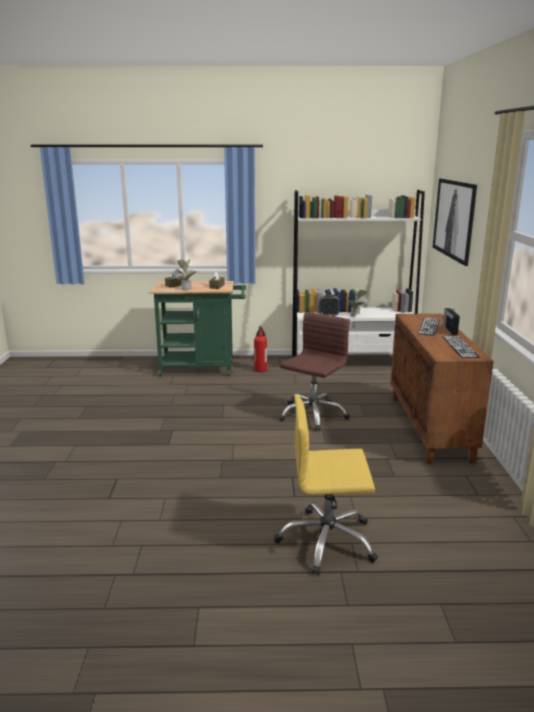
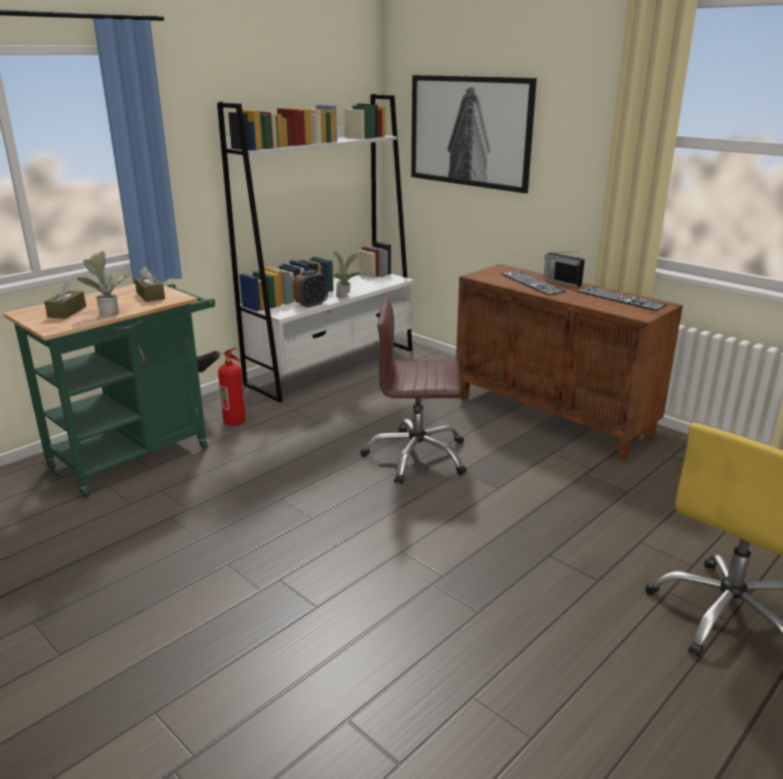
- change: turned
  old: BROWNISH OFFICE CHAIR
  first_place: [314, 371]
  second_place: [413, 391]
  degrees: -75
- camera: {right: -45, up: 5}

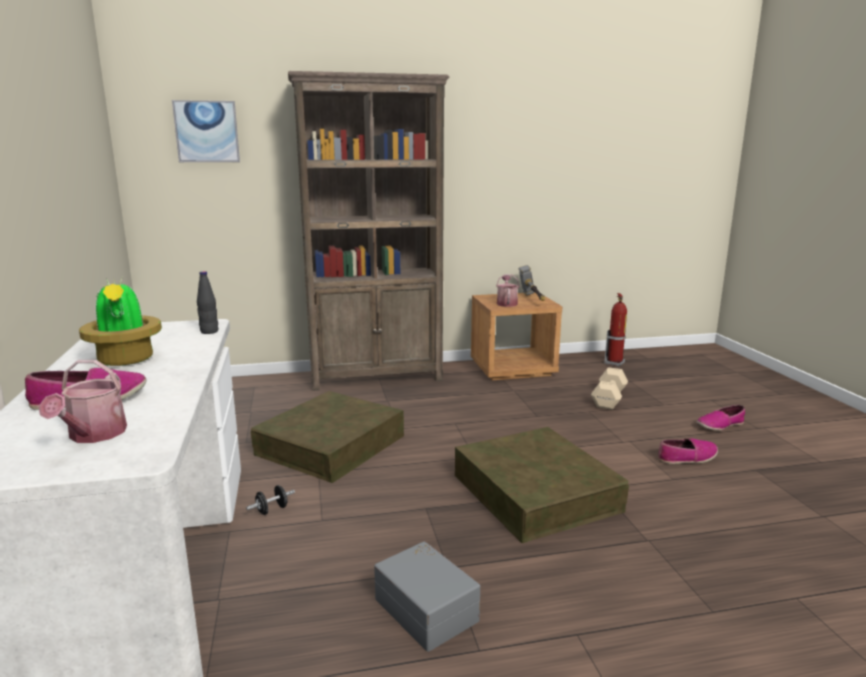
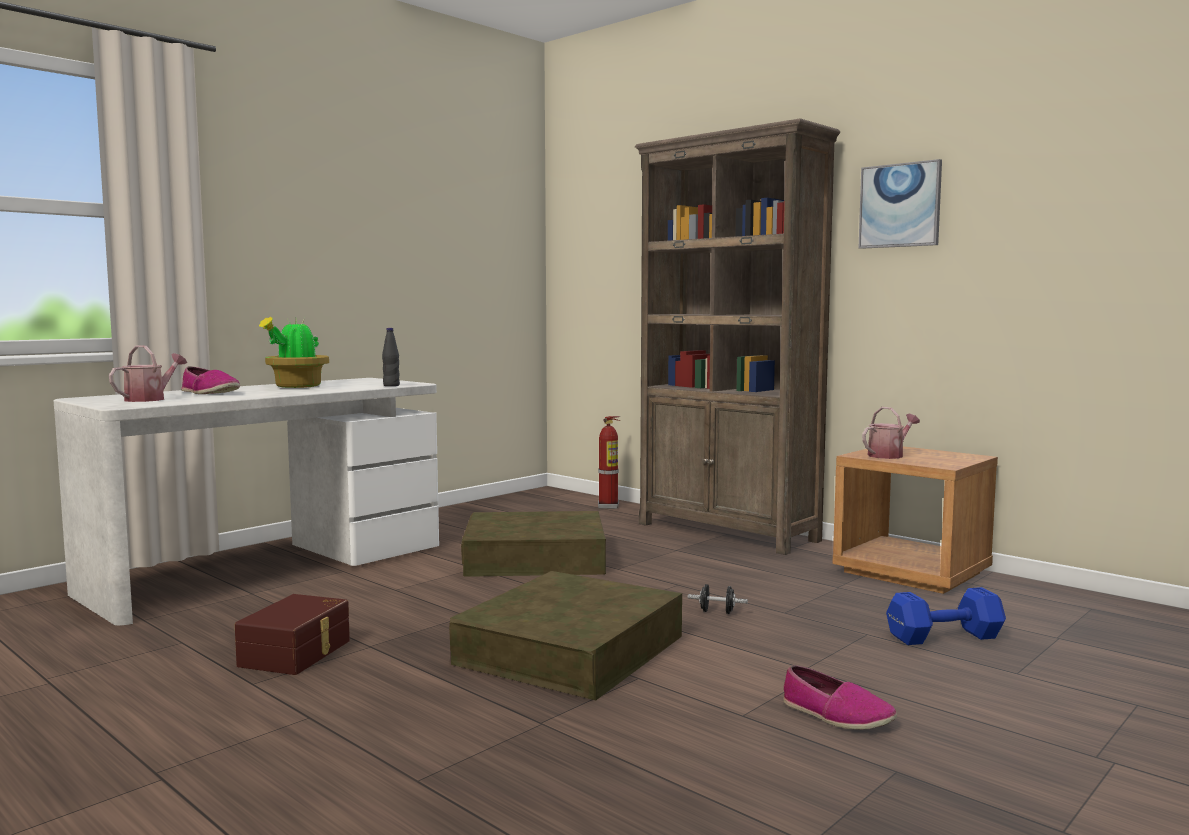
- change: removed
  old: HAMMER
  first_place: [532, 283]
- change: removed
  old: SHOE
  first_place: [721, 418]
- change: moved
  old: WALL ART
  first_place: [206, 131]
  second_place: [900, 204]
- change: moved
  old: BLACK DUMBBELL
  first_place: [270, 500]
  second_place: [718, 599]
- change: moved
  old: FIRE-FIGHTING CYLINDER
  first_place: [615, 330]
  second_place: [609, 462]
- change: recoloured
  old: GRAY STORAGE BIN
  new: BROWNISH STORAGE BIN
  first_place: [427, 596]
  second_place: [292, 634]
- change: recoloured
  old: BEIGE-COLOURED DUMBBELL
  new: BLUE-COLOURED DUMBBELL
  first_place: [609, 388]
  second_place: [946, 616]
- change: turned
  old: SPRINKLING CAN
  first_place: [83, 401]
  second_place: [148, 373]
  degrees: 150
- camera: {right: 55, up: -10}

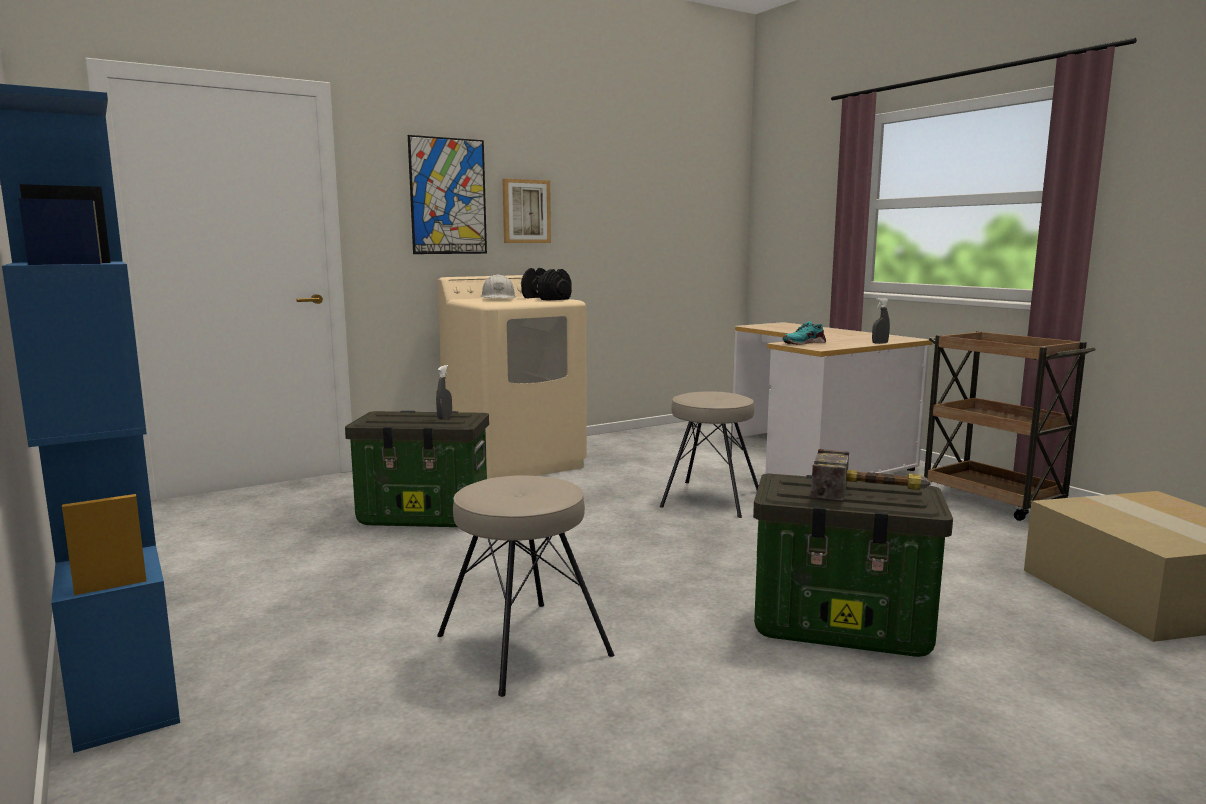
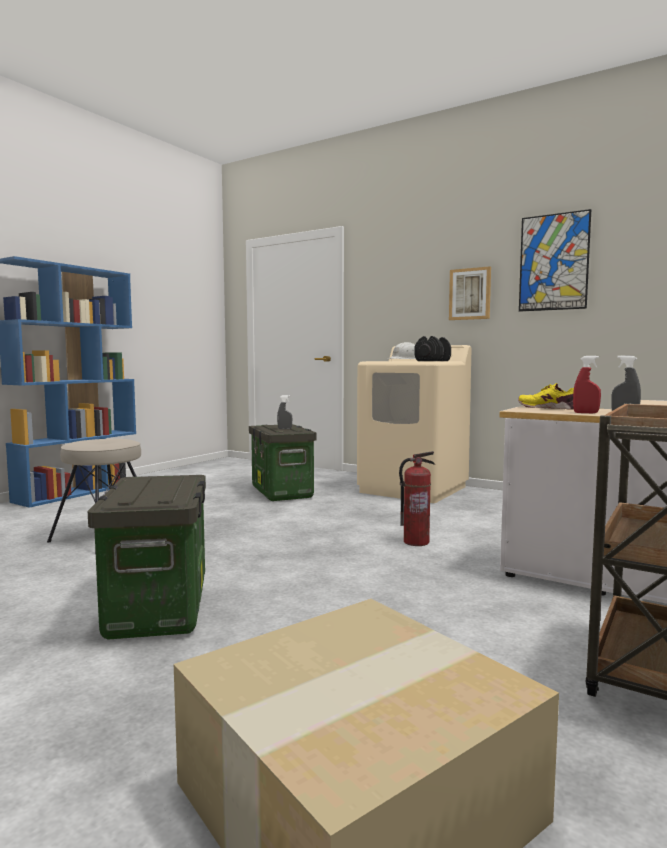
- change: removed
  old: HAMMER
  first_place: [871, 474]
- change: added
  new: REDDISH HAND SPRAYER
  second_place: [587, 384]
- change: moved
  old: WALL ART
  first_place: [447, 194]
  second_place: [555, 260]
- change: replaced
  old: BEIGE-COLOURED STOOL SEAT
  new: FIRE-FIGHTING CYLINDER
  first_place: [709, 454]
  second_place: [417, 498]
- change: recoloured
  old: TURQUOISE SHOE
  new: YELLOW-COLOURED SHOE
  first_place: [804, 333]
  second_place: [546, 396]
- camera: {right: 65, up: -5}

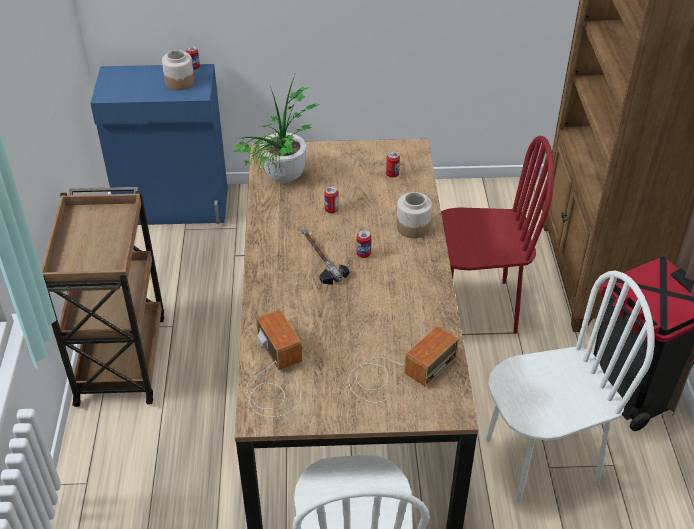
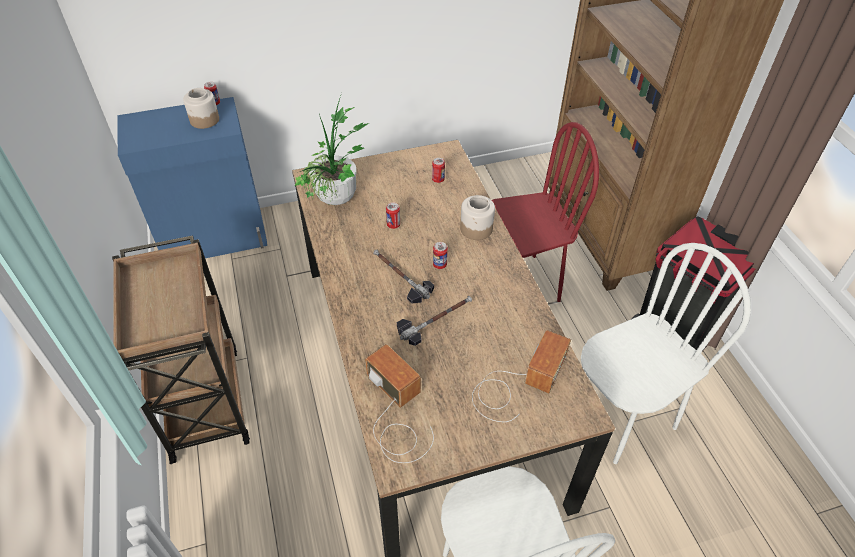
- change: added
  new: HAMMER
  second_place: [434, 321]
- camera: {right: -15, up: 5}

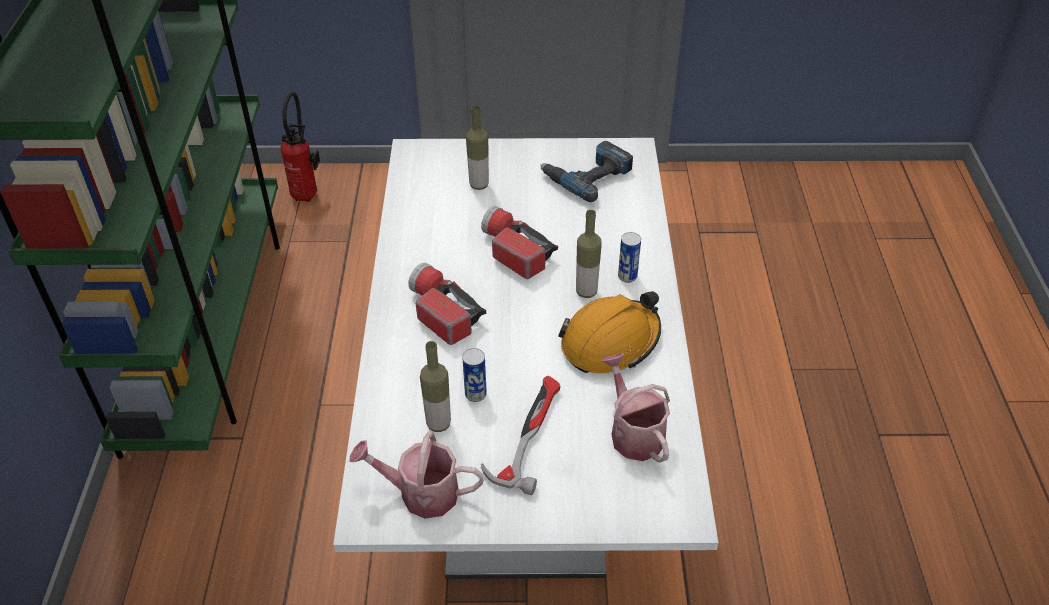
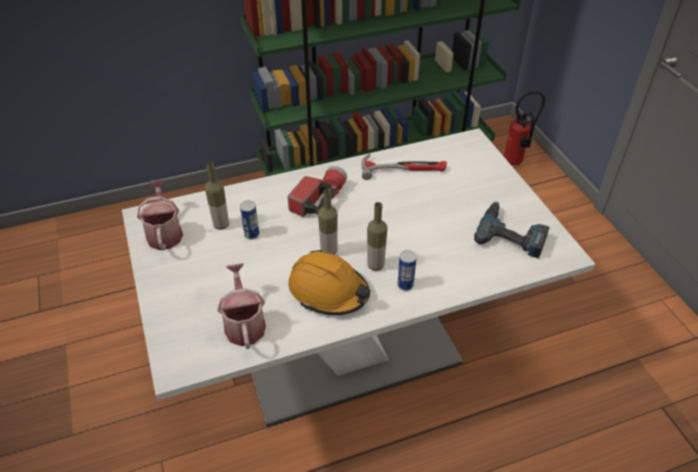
- change: removed
  old: HAND TORCH
  first_place: [519, 242]
- change: moved
  old: BOTTLE
  first_place: [477, 147]
  second_place: [328, 221]
- change: moved
  old: HAMMER
  first_place: [520, 435]
  second_place: [404, 167]
- change: turned
  old: SPRINKLING CAN
  first_place: [636, 408]
  second_place: [241, 306]
  degrees: -60
- camera: {right: 70, up: 0}

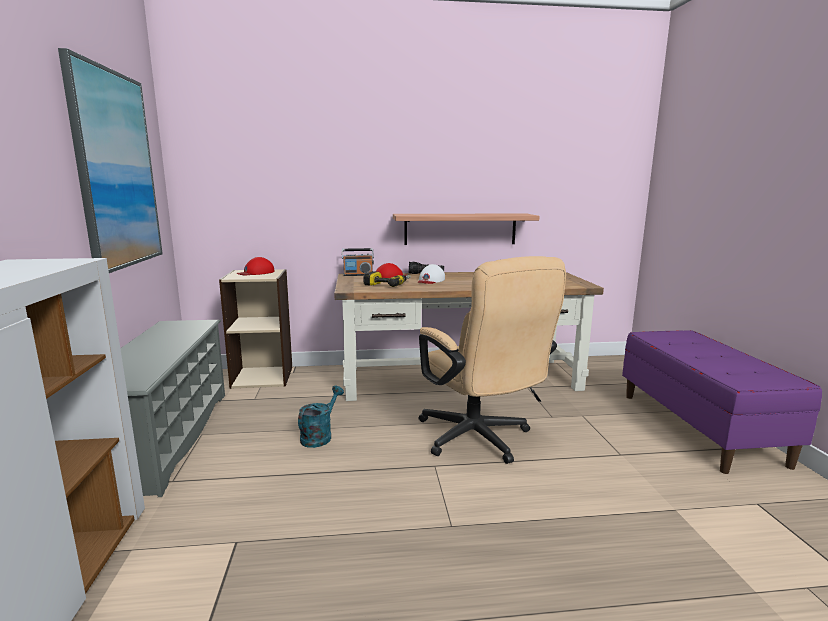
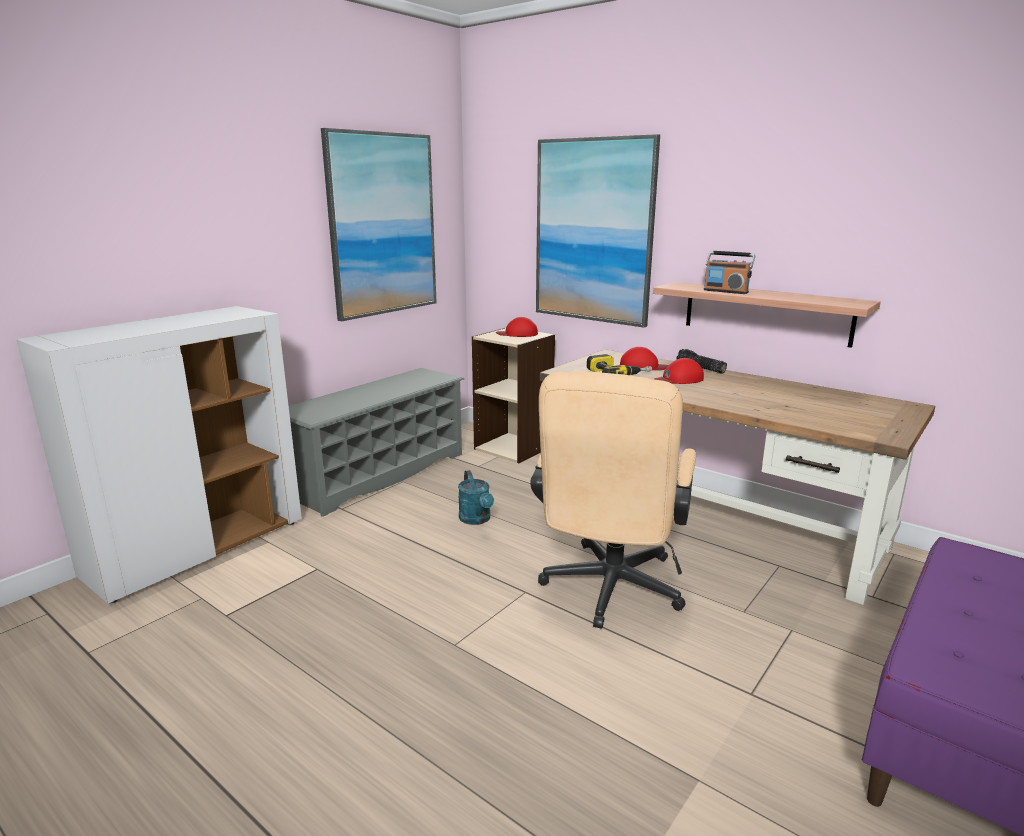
- change: added
  new: WALL ART
  second_place: [598, 231]
- change: moved
  old: RADIO RECEIVER
  first_place: [358, 262]
  second_place: [729, 272]
- change: recoloured
  old: WHITISH BASEBALL CAP
  new: REDDISH BASEBALL CAP
  first_place: [431, 274]
  second_place: [679, 371]
- change: turned
  old: TURQUOISE SPRINKLING CAN
  first_place: [321, 417]
  second_place: [476, 497]
  degrees: 90
- camera: {right: 45, up: 5}

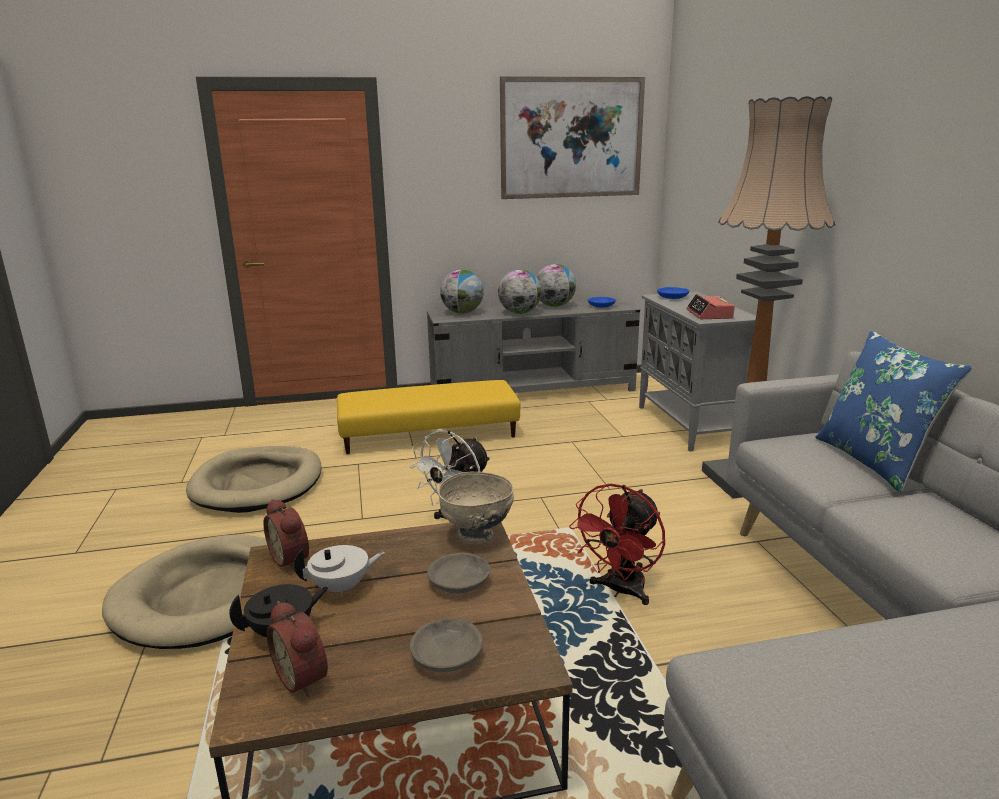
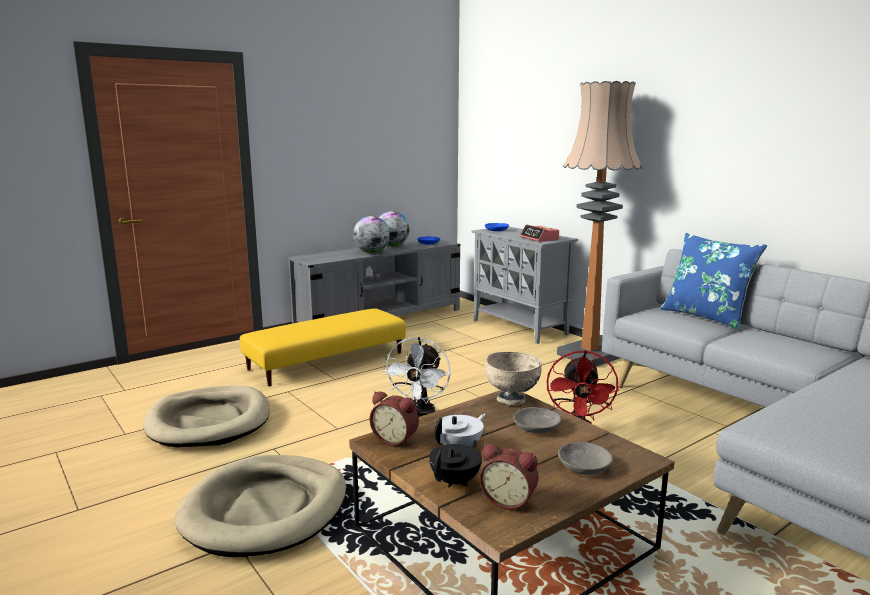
- change: removed
  old: GLOBE
  first_place: [462, 292]
- change: removed
  old: WALL ART
  first_place: [572, 137]
- camera: {right: -25, up: -5}

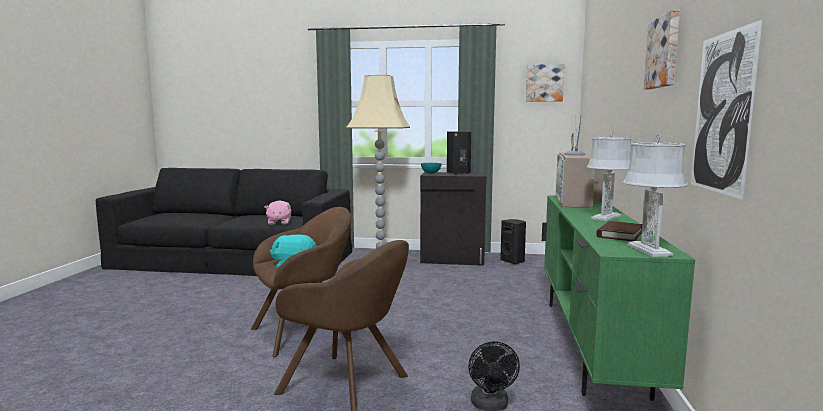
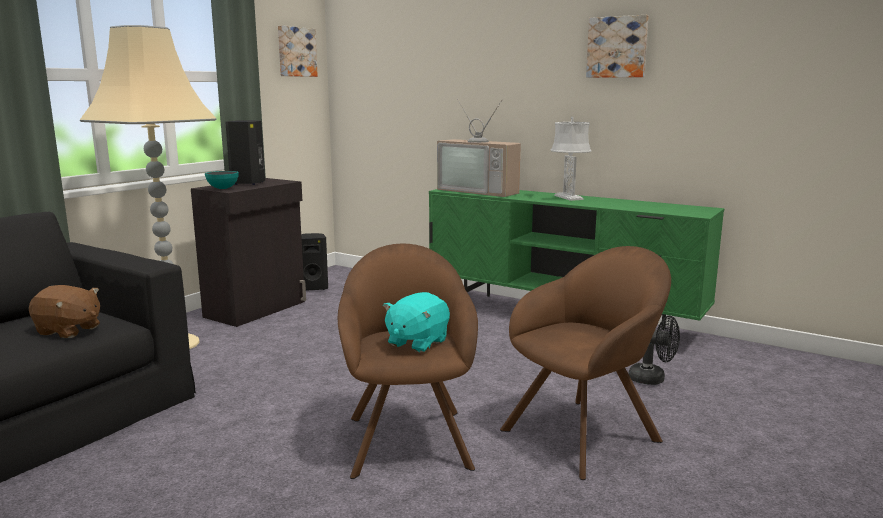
- change: removed
  old: BROWNISH VOLUME
  first_place: [619, 231]
- change: removed
  old: GRAY TABLETOP LAMP
  first_place: [655, 196]
- change: removed
  old: WALL ART
  first_place: [727, 109]
- change: recoloured
  old: PINK-COLOURED CUDDLY TOY
  new: BROWNISH CUDDLY TOY
  first_place: [278, 212]
  second_place: [64, 311]
- camera: {right: -65, up: 5}

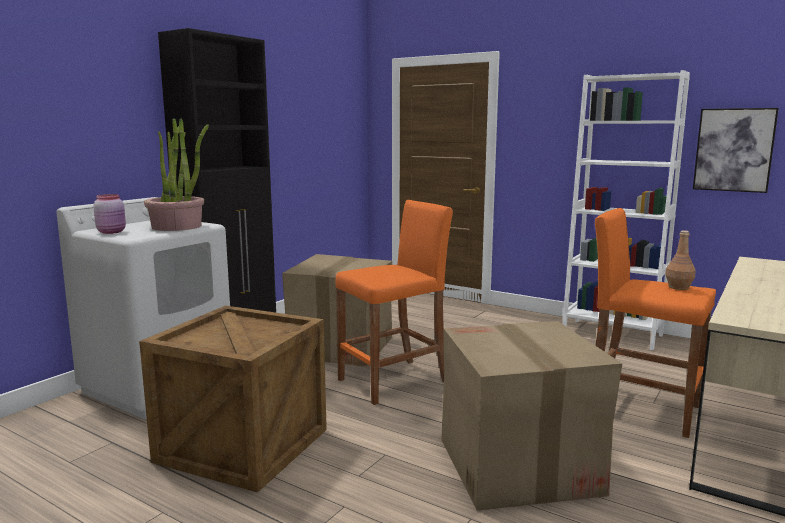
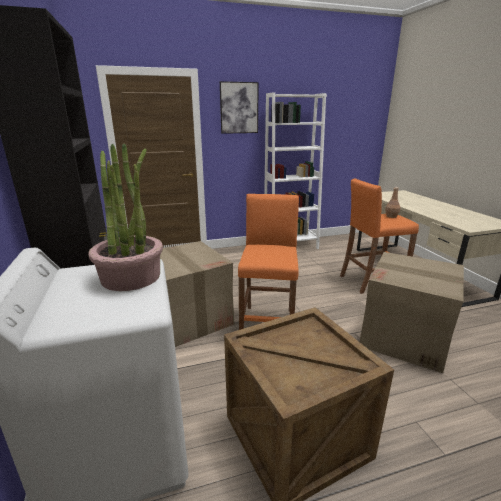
- change: removed
  old: PINK-COLOURED JAR
  first_place: [109, 214]
- change: moved
  old: WALL ART
  first_place: [736, 150]
  second_place: [239, 107]
- camera: {right: -50, up: 10}

